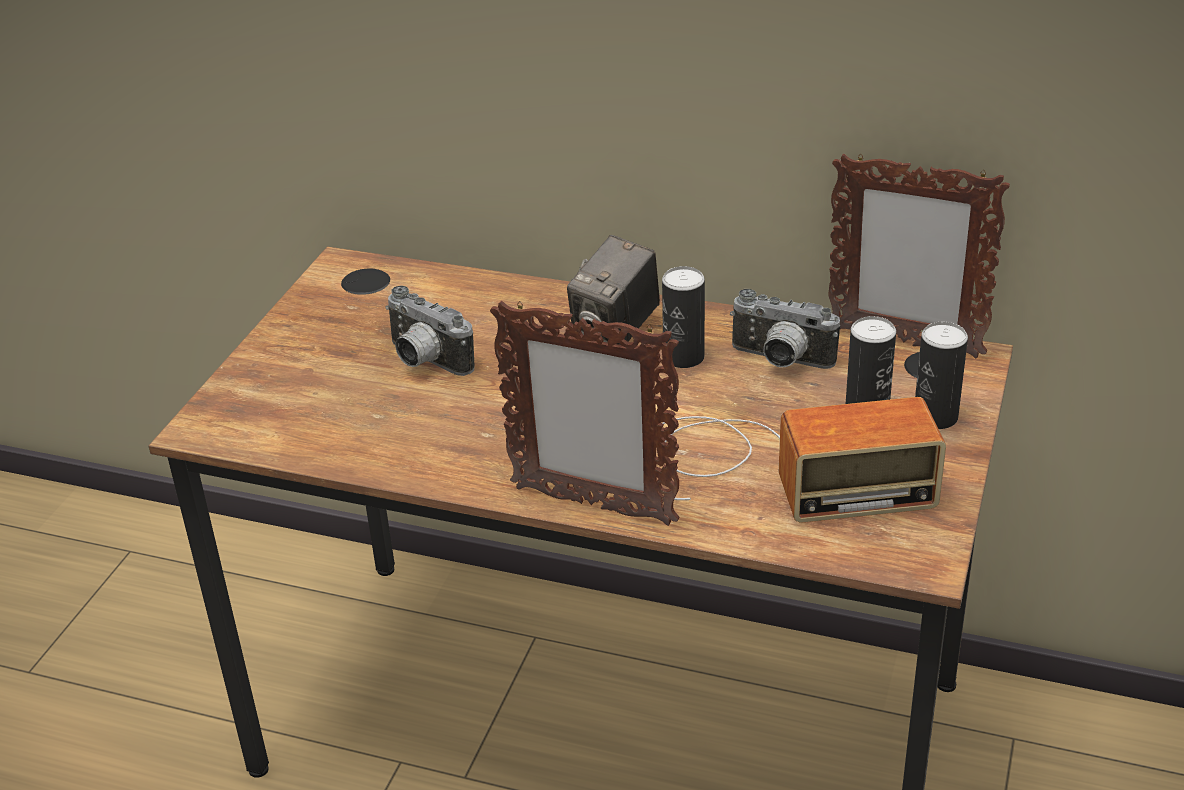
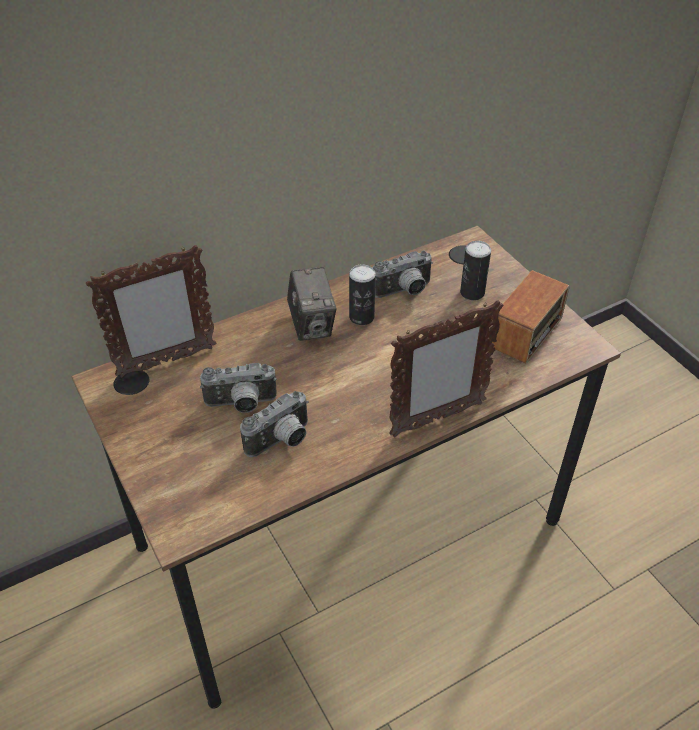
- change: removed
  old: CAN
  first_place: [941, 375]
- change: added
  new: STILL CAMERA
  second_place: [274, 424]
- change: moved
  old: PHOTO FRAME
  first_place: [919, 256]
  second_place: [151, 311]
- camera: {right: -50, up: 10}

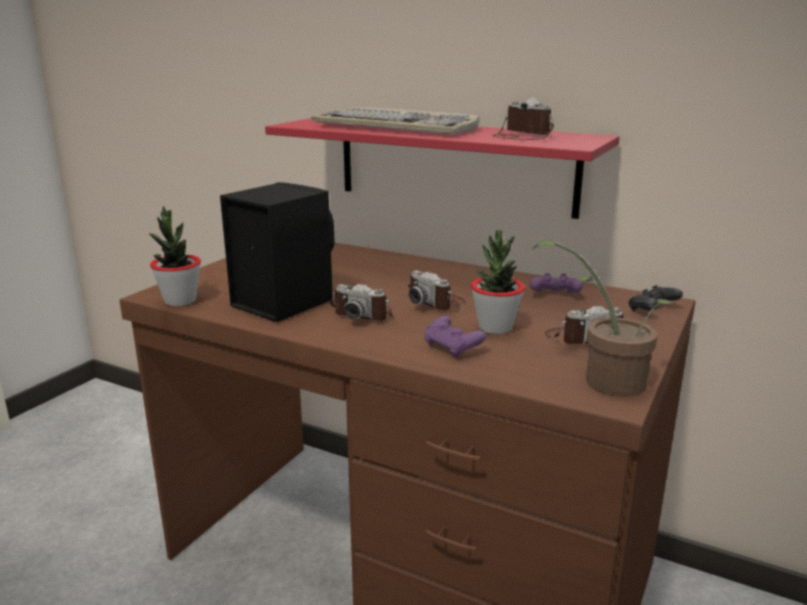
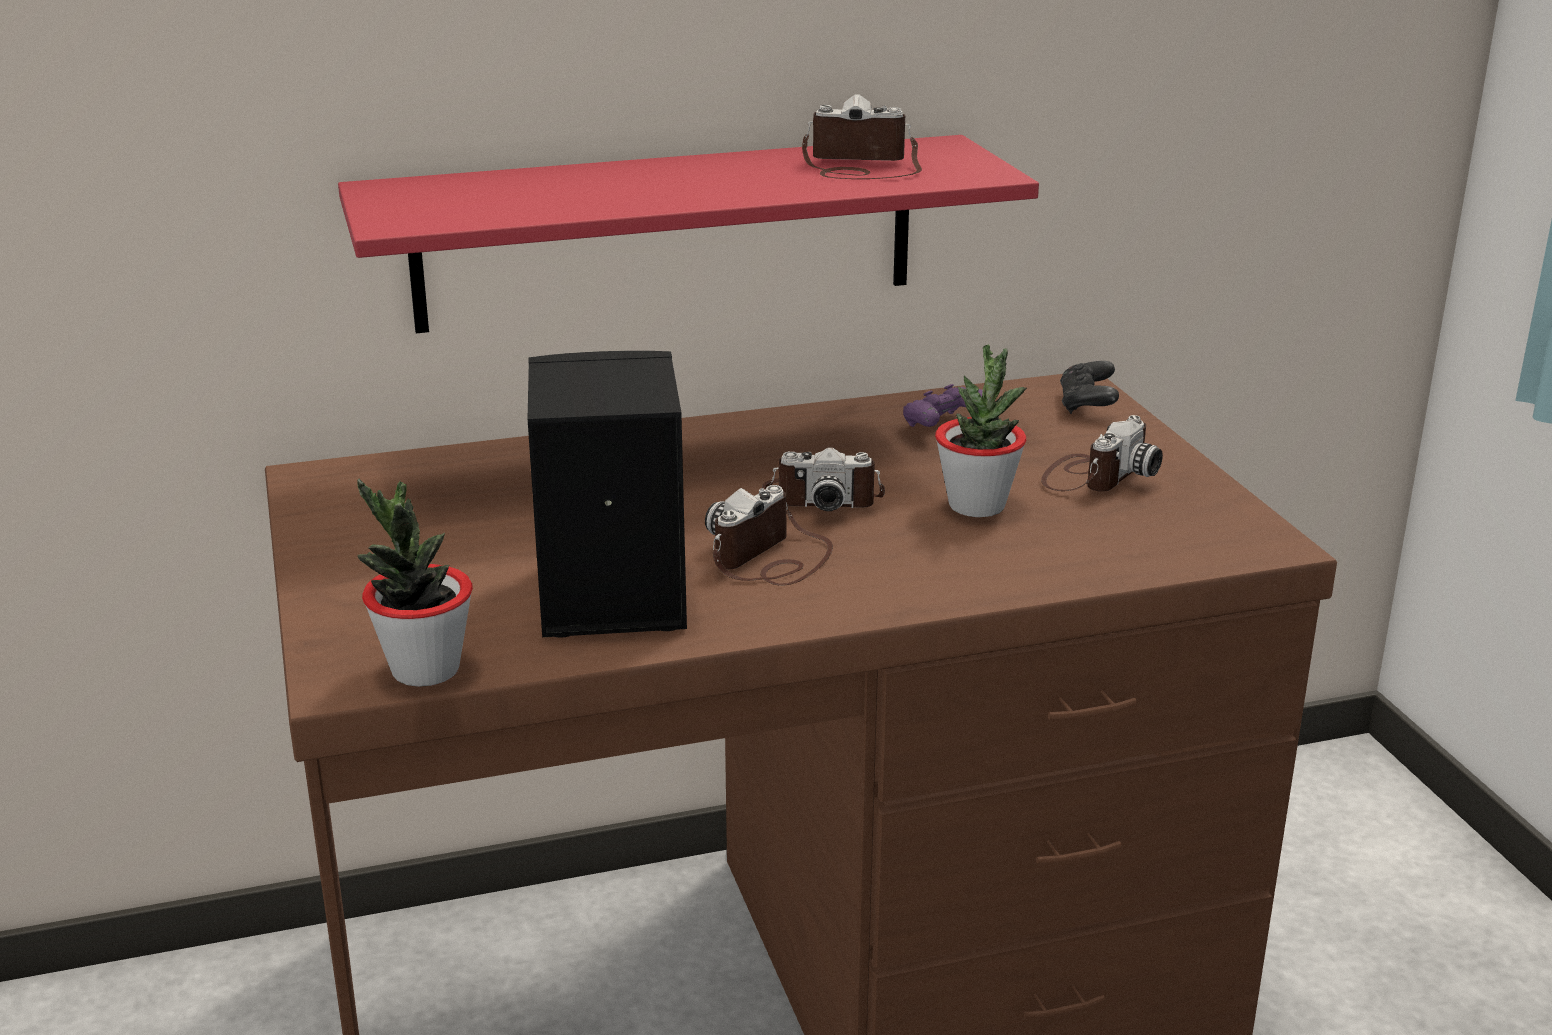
- change: removed
  old: KEYBOARD
  first_place: [395, 120]
- change: removed
  old: PURPLISH GAMEPAD
  first_place: [455, 337]
- change: removed
  old: PLANT IN A POT
  first_place: [604, 318]
- change: turned
  old: STILL CAMERA
  first_place: [361, 302]
  second_place: [769, 535]
  degrees: 150
- camera: {right: -45, up: 5}

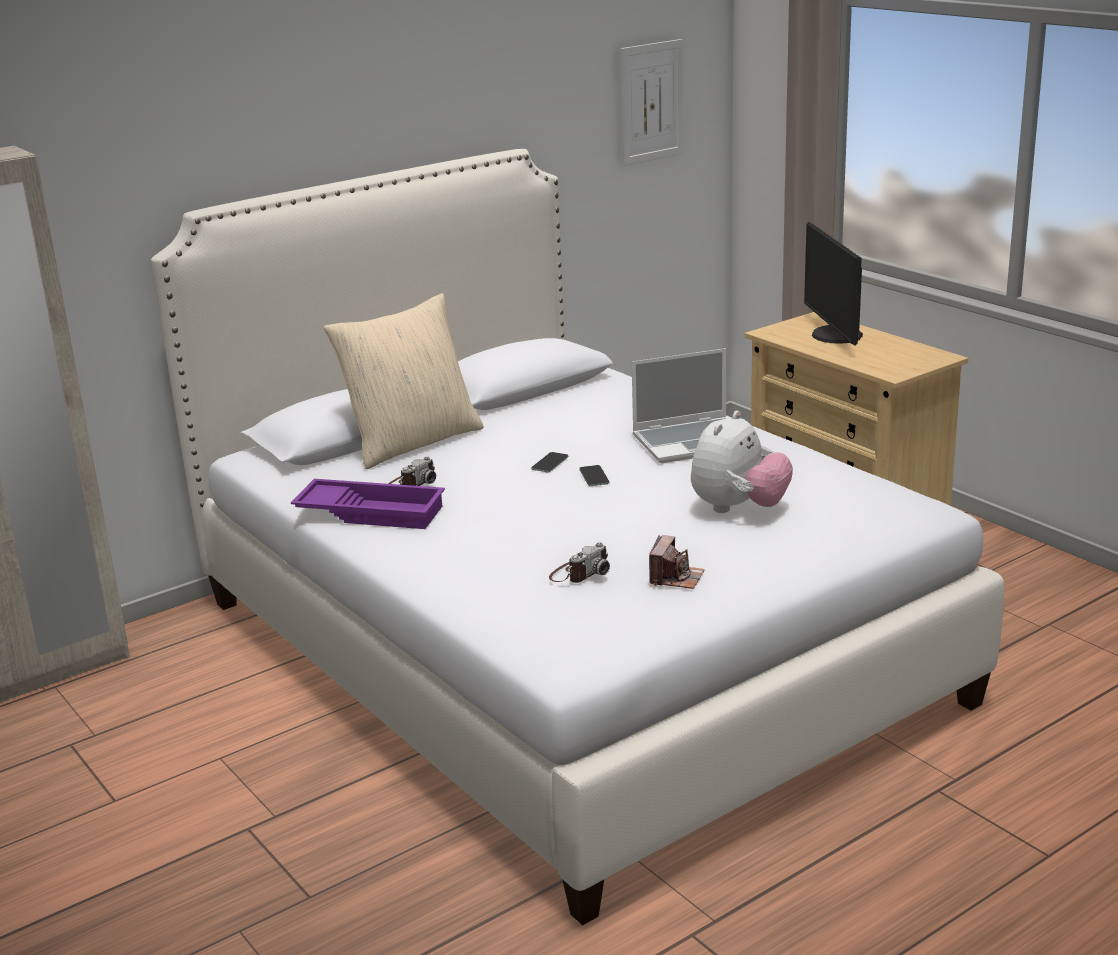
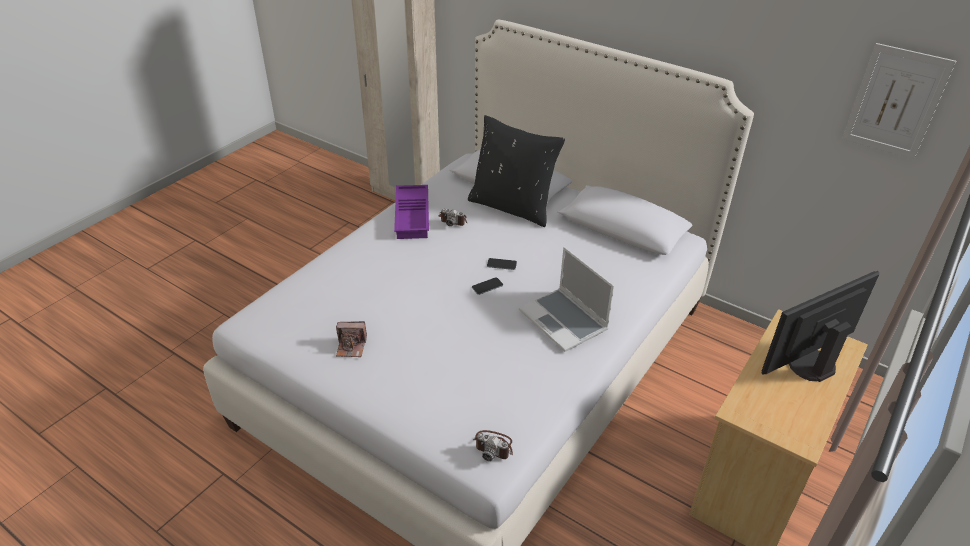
- change: removed
  old: CUDDLY TOY
  first_place: [742, 462]
- change: moved
  old: STILL CAMERA
  first_place: [579, 562]
  second_place: [493, 445]
- change: recoloured
  old: BEIGE-COLOURED PILLOW
  new: BLACK PILLOW
  first_place: [404, 381]
  second_place: [516, 171]
- camera: {right: 70, up: 15}

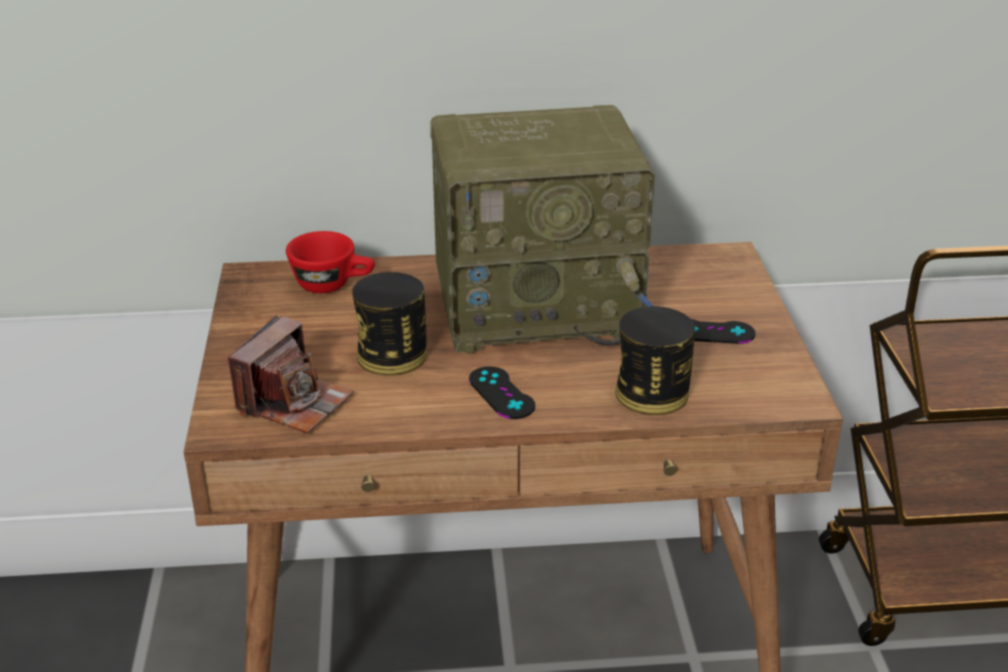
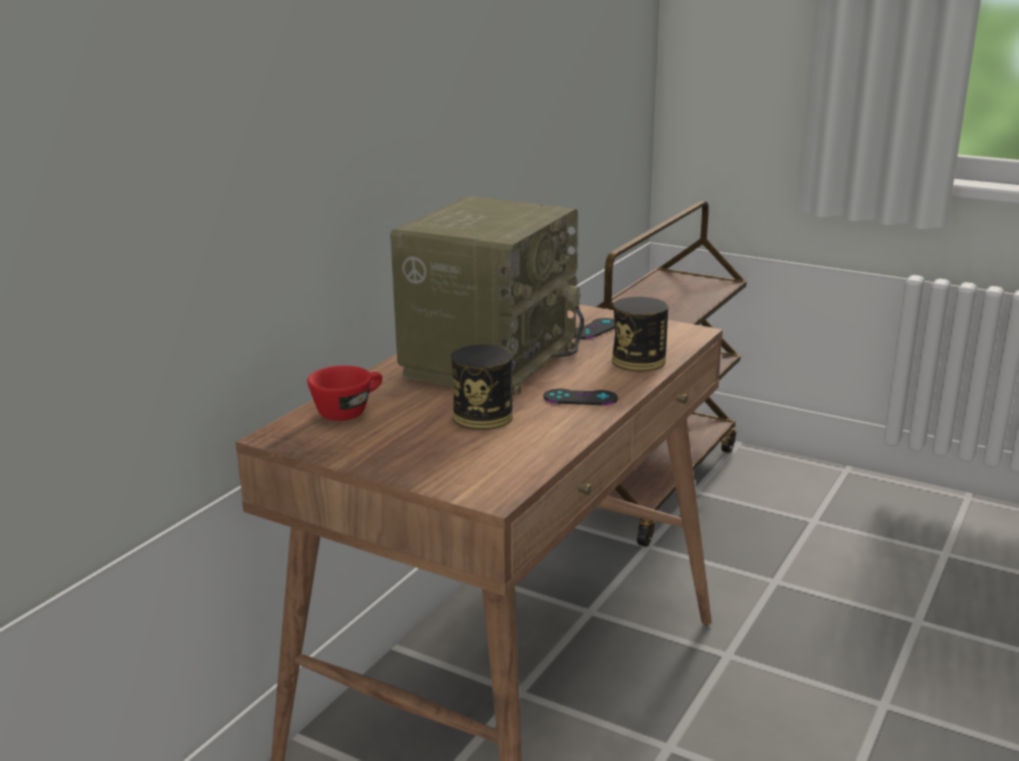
- change: removed
  old: STILL CAMERA
  first_place: [291, 374]
- camera: {right: -55, up: -10}

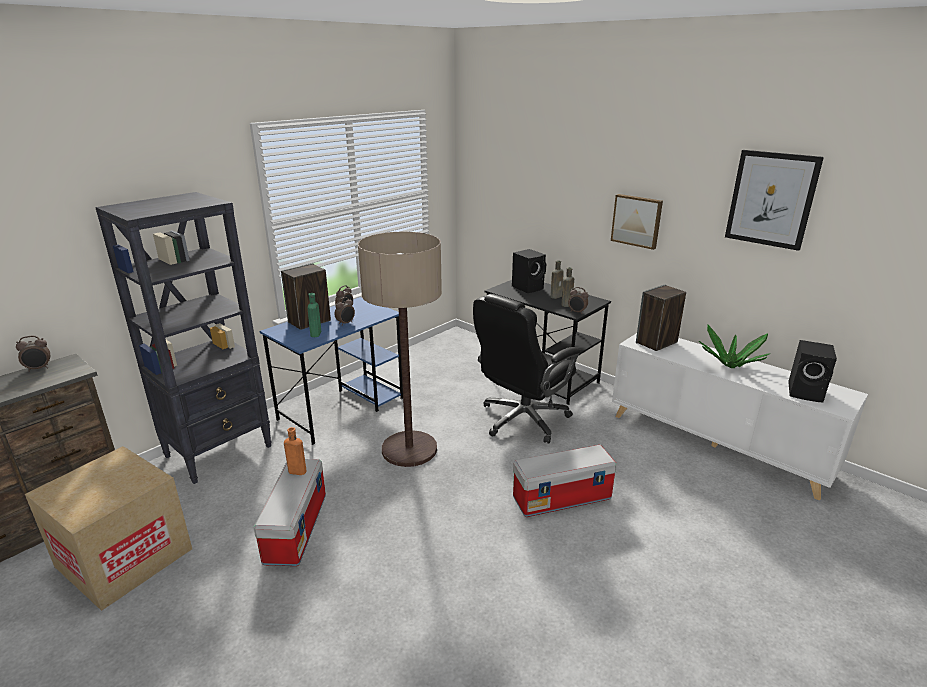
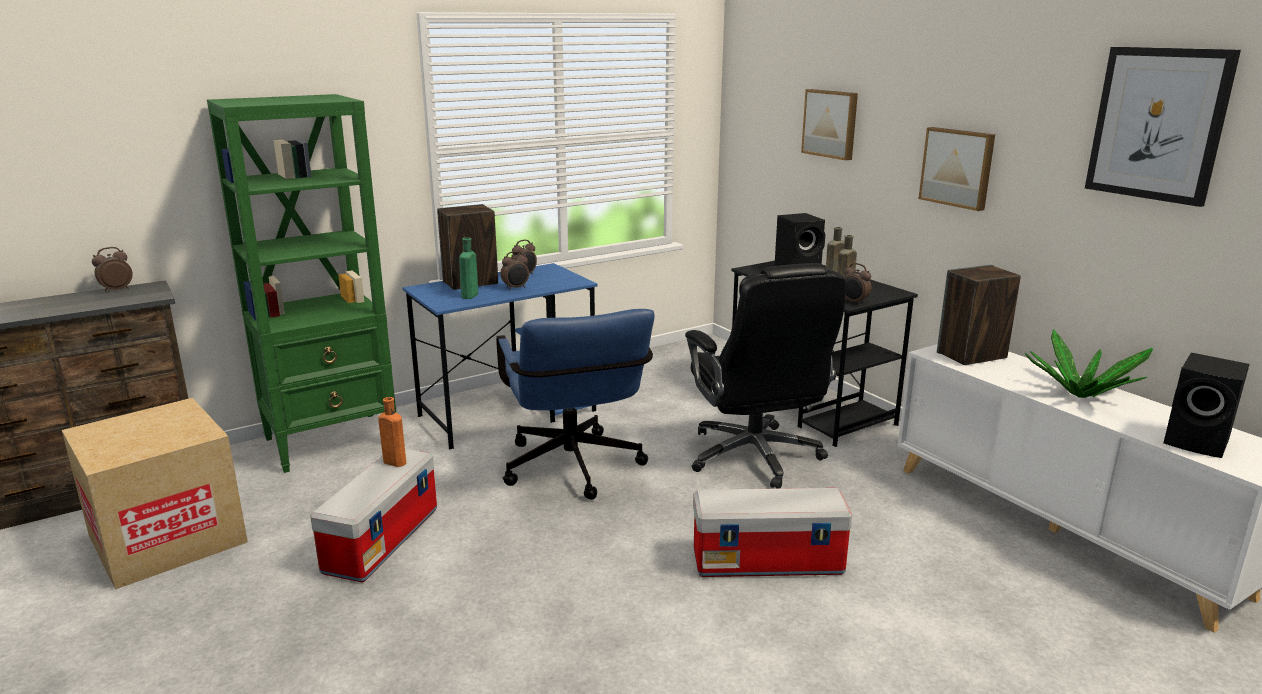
- change: added
  new: WALL ART
  second_place: [829, 124]
- change: replaced
  old: STANDARD LAMP
  new: BLUE-COLOURED OFFICE CHAIR
  first_place: [400, 349]
  second_place: [575, 404]
- change: recoloured
  old: BLACK SHELVING UNIT
  new: GREENISH SHELVING UNIT
  first_place: [183, 338]
  second_place: [301, 283]
- change: turned
  old: ALARM CLOCK
  first_place: [33, 354]
  second_place: [112, 269]
  degrees: 150
- change: turned
  old: BLACK OFFICE CHAIR
  first_place: [526, 369]
  second_place: [765, 376]
  degrees: -75
- camera: {right: 15, up: -5}

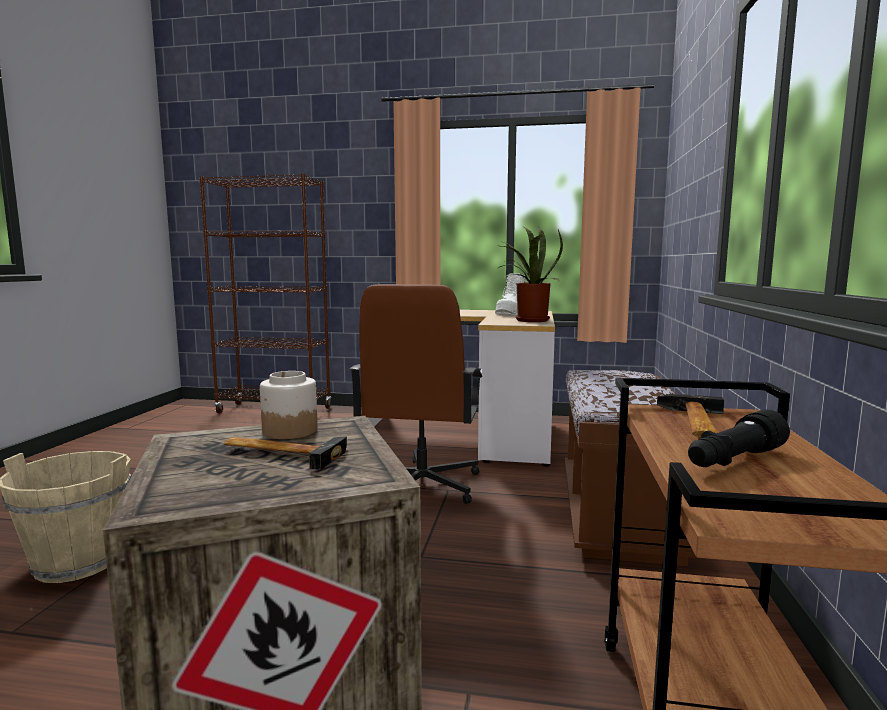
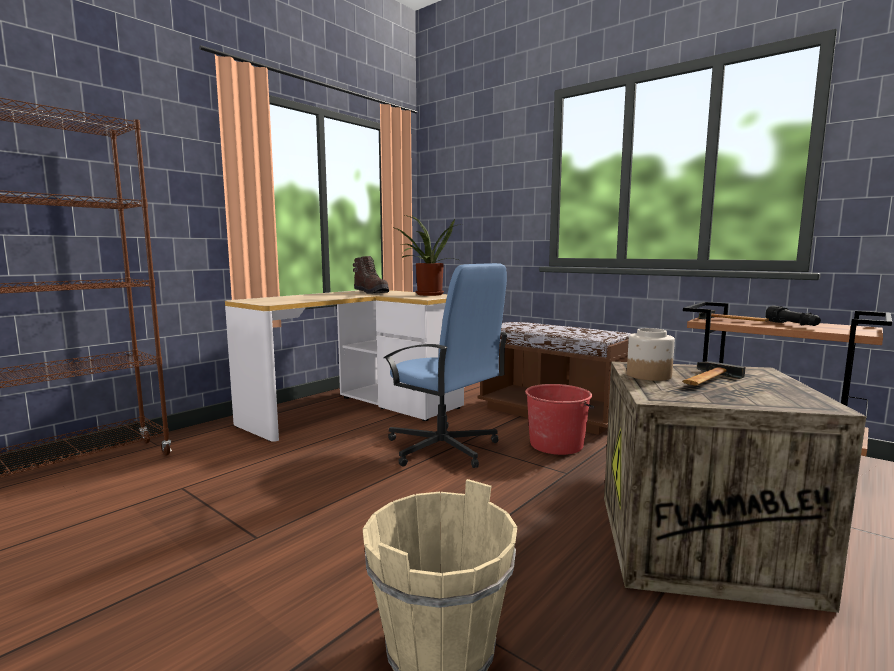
- change: added
  new: REDDISH WATER BUCKET
  second_place: [559, 419]
- change: recoloured
  old: BROWNISH OFFICE CHAIR
  new: BLUE-COLOURED OFFICE CHAIR
  first_place: [415, 394]
  second_place: [445, 365]
- change: recoloured
  old: WHITISH HIGH-TOP BOOT
  new: BROWNISH HIGH-TOP BOOT
  first_place: [511, 294]
  second_place: [371, 275]
- camera: {right: -60, up: 0}

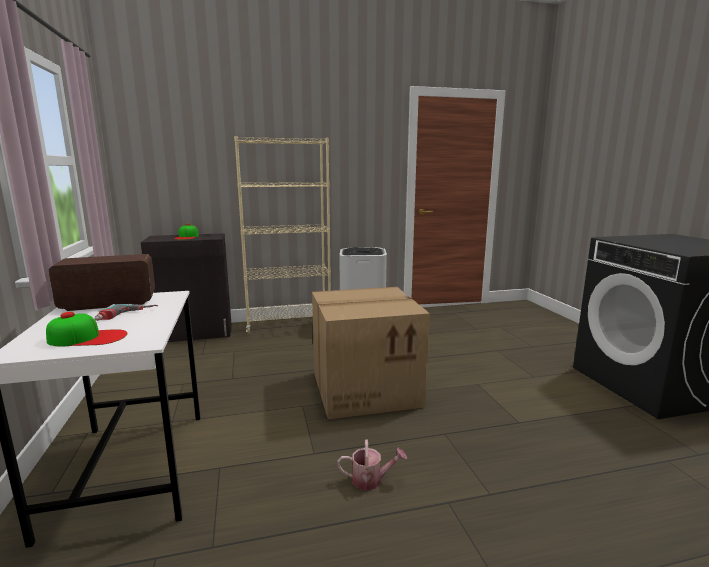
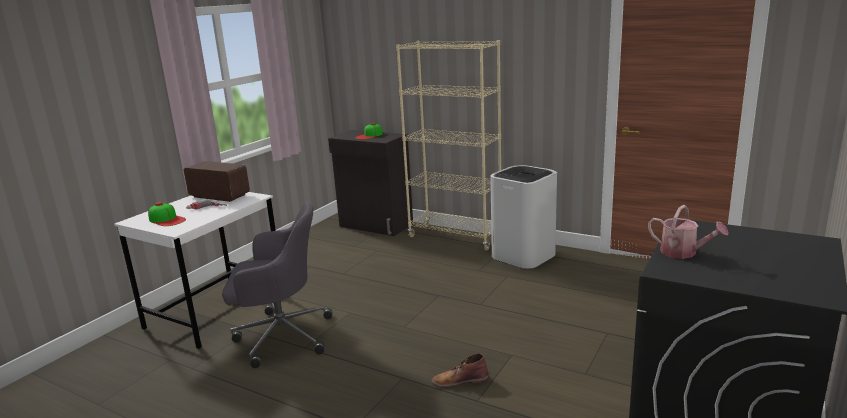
- change: removed
  old: CARDBOARD BOX
  first_place: [371, 353]
- change: added
  new: GRAY OFFICE CHAIR
  second_place: [277, 285]
- change: added
  new: BROWNISH HIGH-TOP BOOT
  second_place: [460, 370]
- change: moved
  old: SPRINKLING CAN
  first_place: [372, 465]
  second_place: [688, 232]
- camera: {right: 45, up: 5}

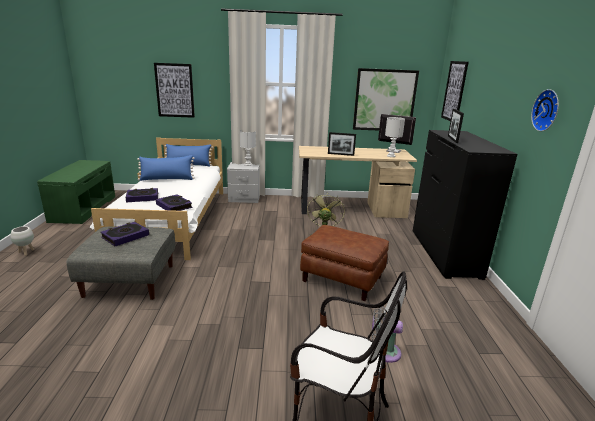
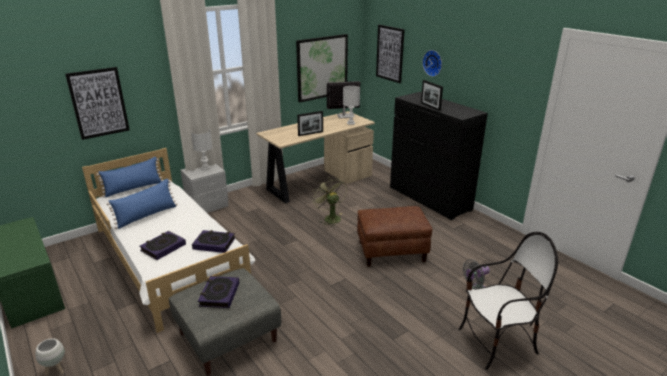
- change: moved
  old: HANGING CLOCK
  first_place: [545, 110]
  second_place: [432, 63]
- camera: {right: -35, up: 5}

